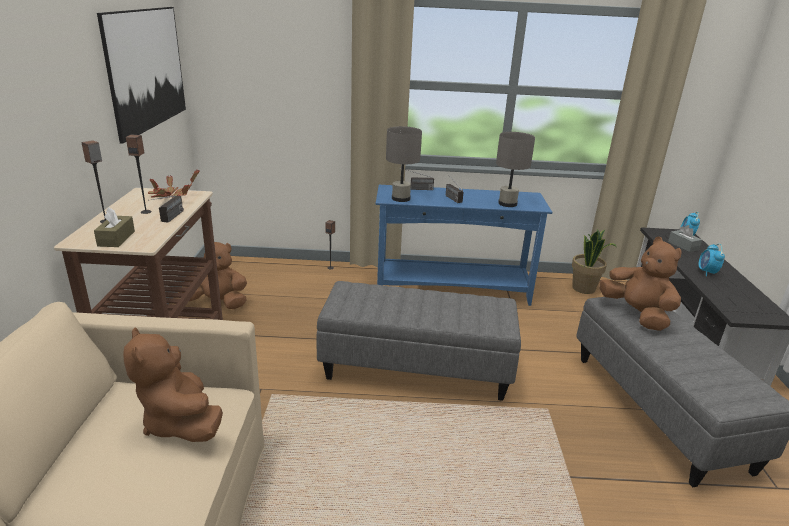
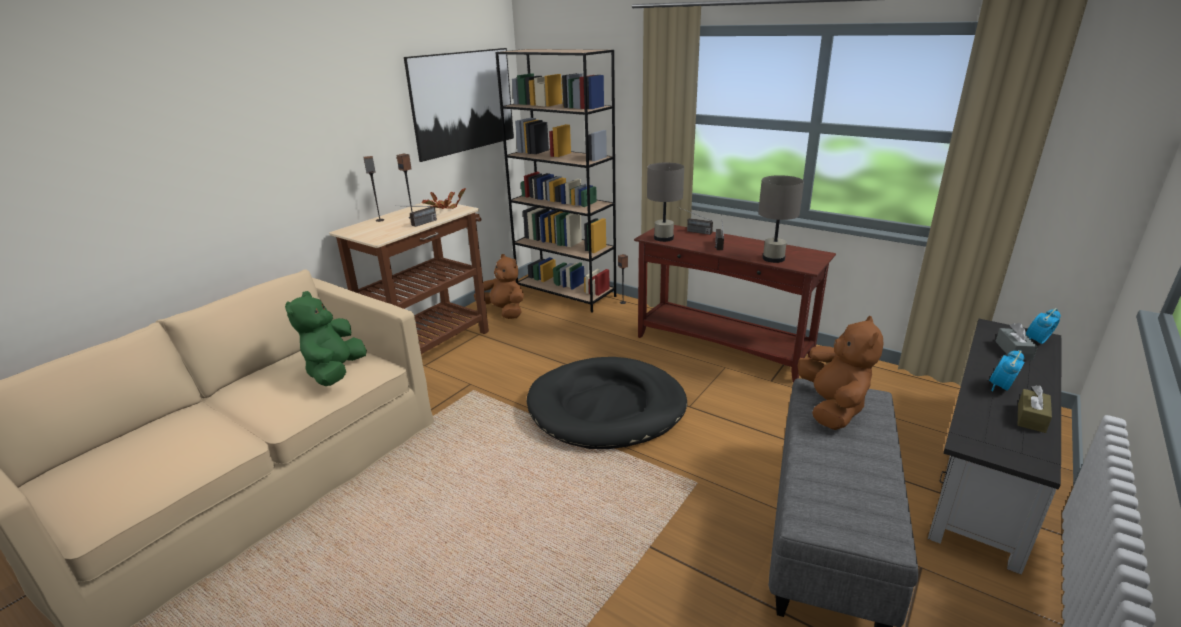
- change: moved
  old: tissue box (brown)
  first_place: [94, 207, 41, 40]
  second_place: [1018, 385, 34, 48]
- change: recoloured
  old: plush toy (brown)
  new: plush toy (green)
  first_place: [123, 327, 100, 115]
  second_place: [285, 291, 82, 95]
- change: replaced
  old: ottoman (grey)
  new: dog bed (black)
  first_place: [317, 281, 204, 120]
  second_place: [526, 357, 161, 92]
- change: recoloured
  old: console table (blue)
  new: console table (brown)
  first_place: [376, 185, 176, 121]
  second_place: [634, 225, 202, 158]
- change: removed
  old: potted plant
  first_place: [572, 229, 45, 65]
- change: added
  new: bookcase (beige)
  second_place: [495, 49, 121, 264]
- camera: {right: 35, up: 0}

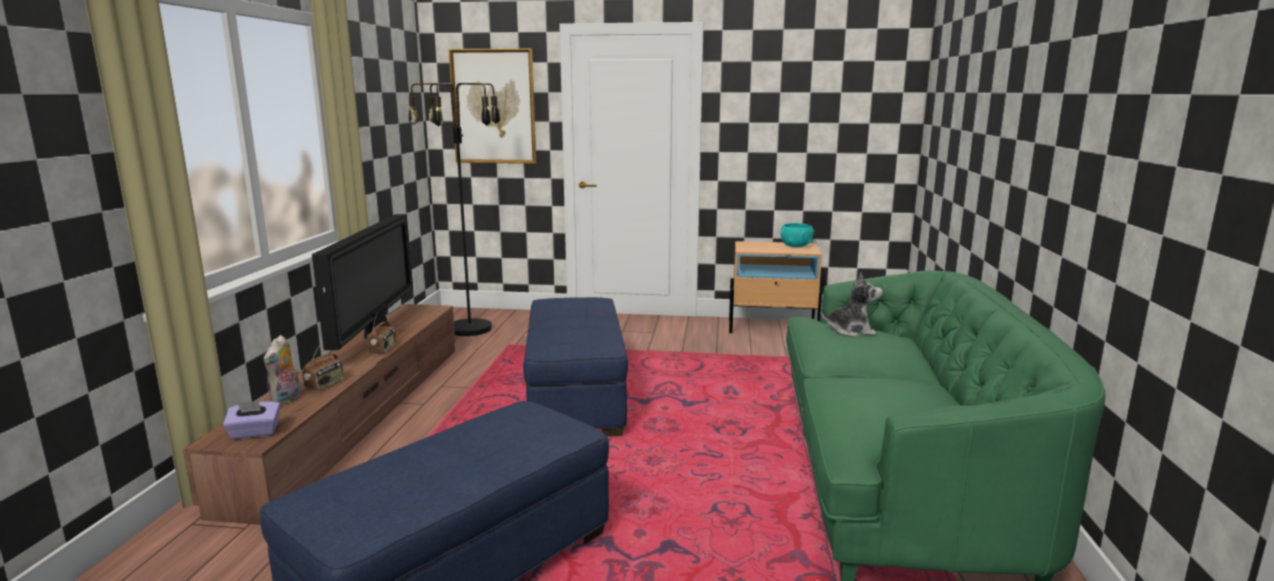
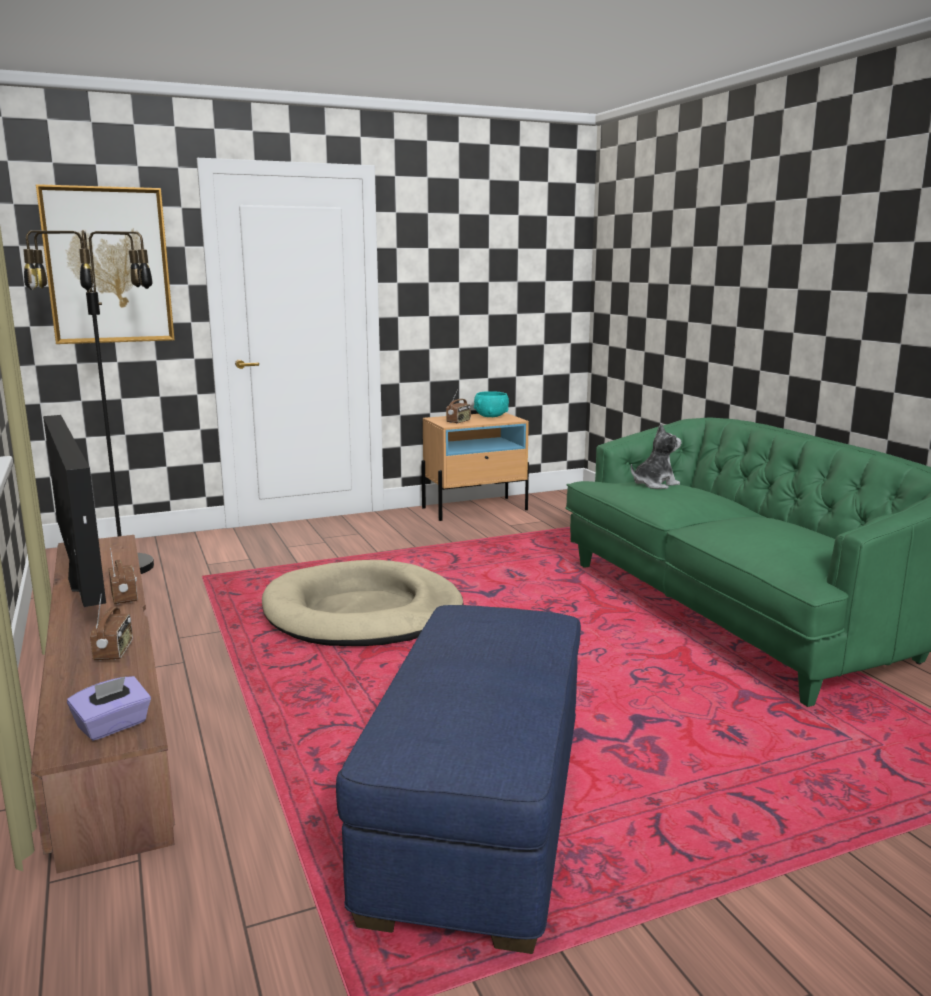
- change: removed
  old: plush toy
  first_place: [263, 335, 38, 71]
- change: replaced
  old: ottoman (blue)
  new: dog bed (beige)
  first_place: [523, 297, 105, 140]
  second_place: [262, 560, 202, 86]
- change: added
  new: radio
  second_place: [446, 391, 25, 33]
- camera: {right: -30, up: 0}

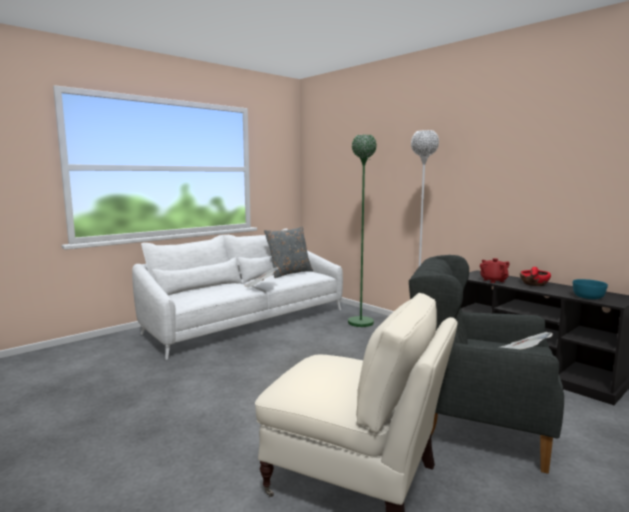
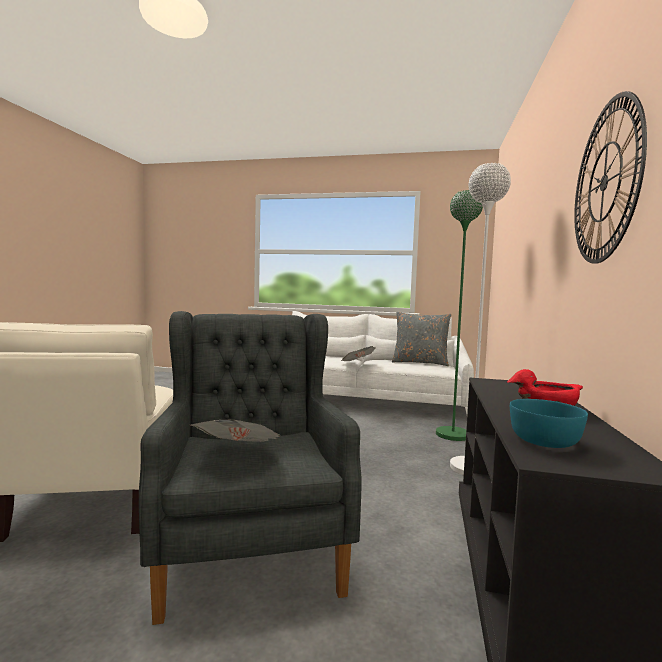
- change: removed
  old: teapot (red)
  first_place: [480, 258, 30, 25]
- change: added
  new: wall clock
  second_place: [574, 91, 73, 173]
- camera: {right: 55, up: -5}

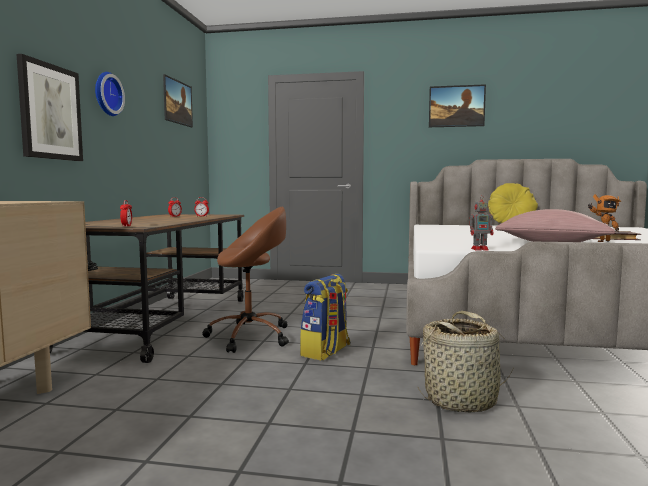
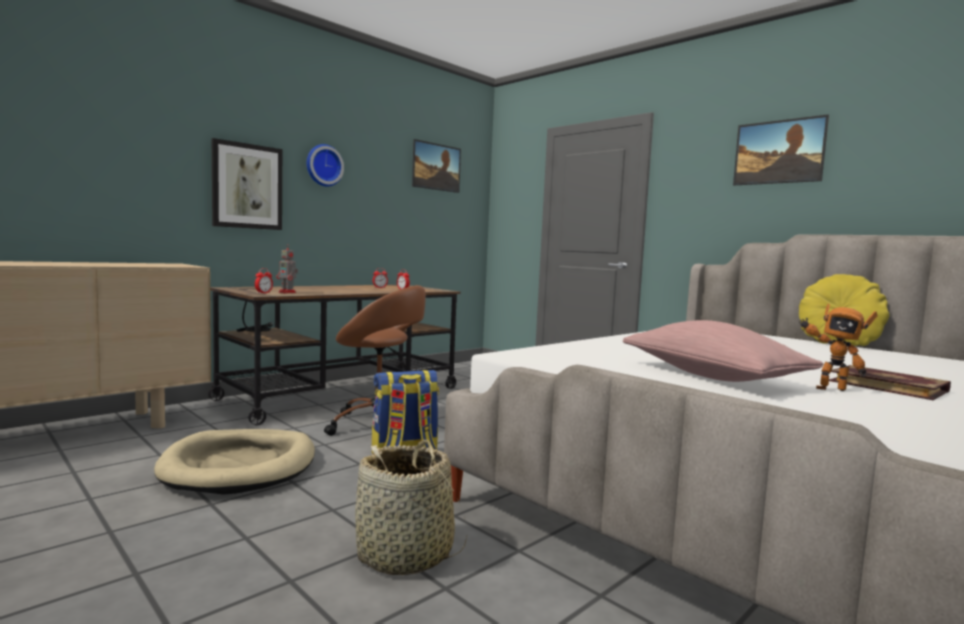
- change: moved
  old: toy robot
  first_place: [470, 195, 23, 56]
  second_place: [276, 244, 22, 50]
- change: added
  new: dog bed (beige)
  second_place: [154, 429, 161, 66]
- camera: {right: 35, up: 0}

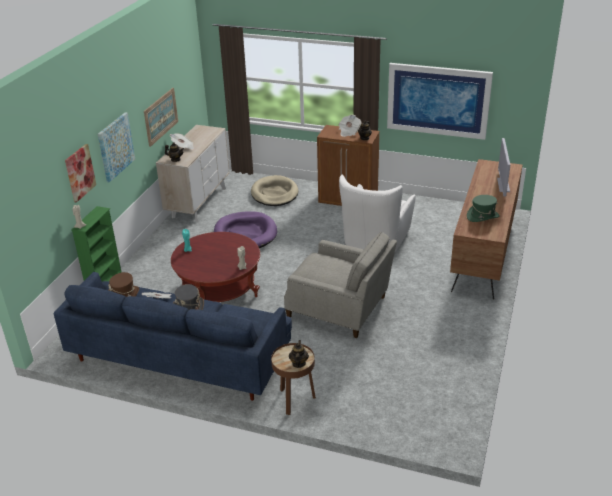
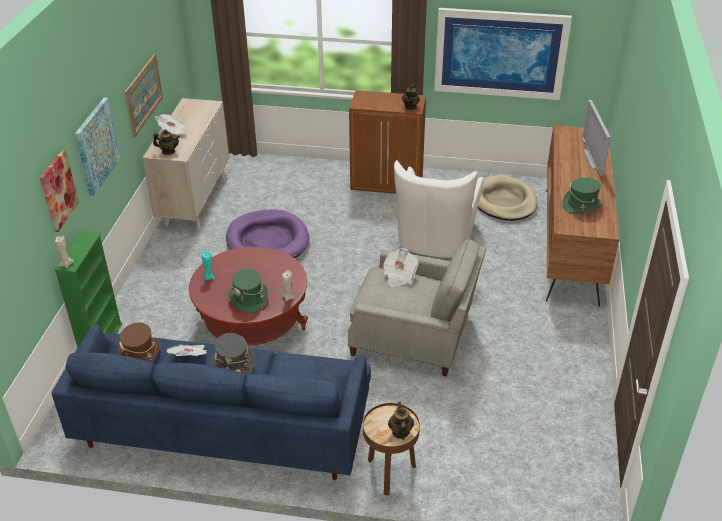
- change: moved
  old: dog bed (beige)
  first_place: [251, 175, 47, 31]
  second_place: [478, 175, 59, 46]
- change: moved
  old: newspaper
  first_place: [339, 115, 23, 22]
  second_place: [383, 248, 36, 39]
- change: added
  new: hat (green)
  second_place: [228, 269, 40, 44]
- camera: {right: -10, up: 5}

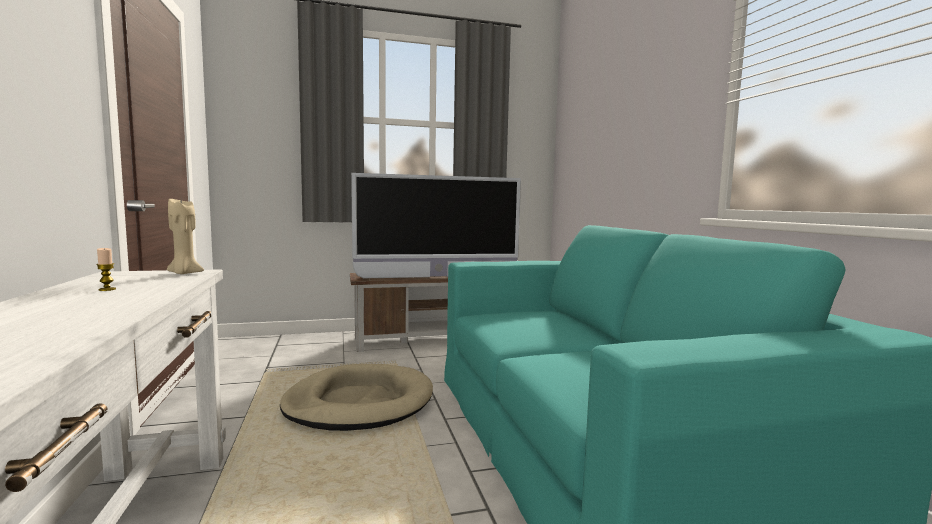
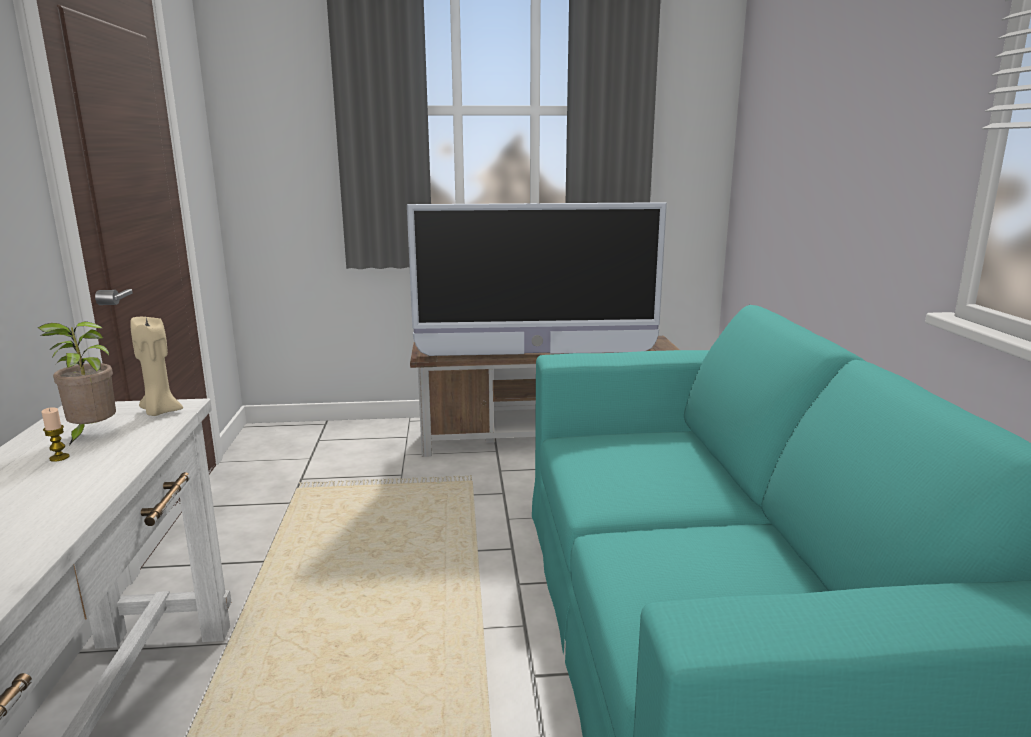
- change: removed
  old: dog bed (beige)
  first_place: [280, 364, 153, 67]
- change: added
  new: potted plant
  second_place: [38, 321, 78, 124]
- camera: {right: 10, up: 10}

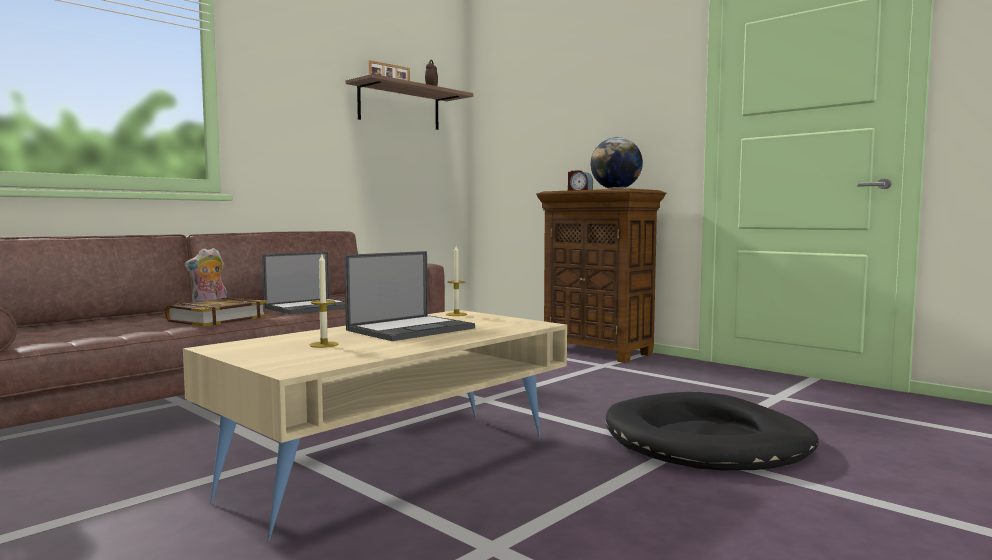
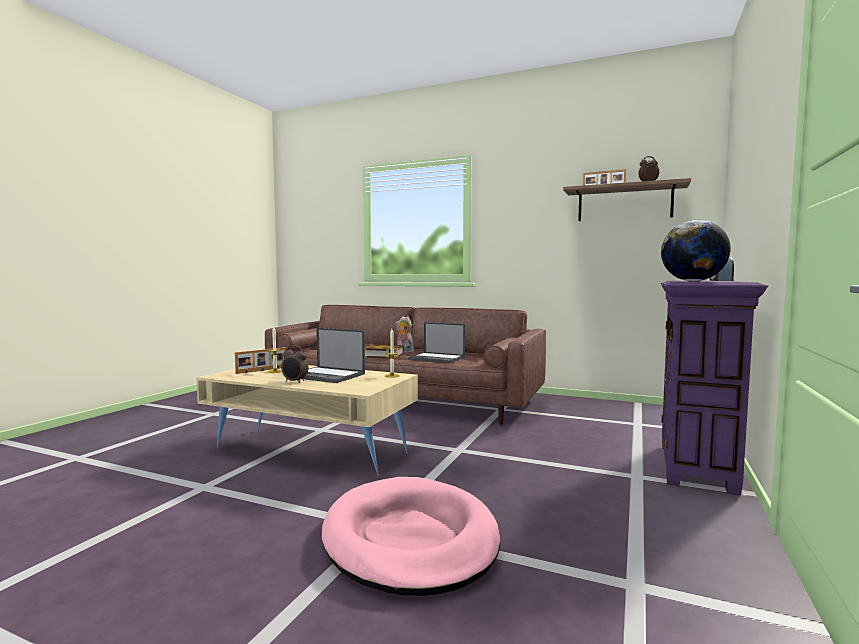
- change: recoloured
  old: cabinet (brown)
  new: cabinet (purple)
  first_place: [536, 188, 131, 175]
  second_place: [661, 281, 107, 215]
- change: recoloured
  old: dog bed (black)
  new: dog bed (pink)
  first_place: [606, 392, 213, 78]
  second_place: [322, 477, 179, 119]
- change: added
  new: picture frame
  second_place: [235, 347, 52, 27]
- change: added
  new: alarm clock
  second_place: [281, 345, 28, 38]
- camera: {right: 70, up: 0}

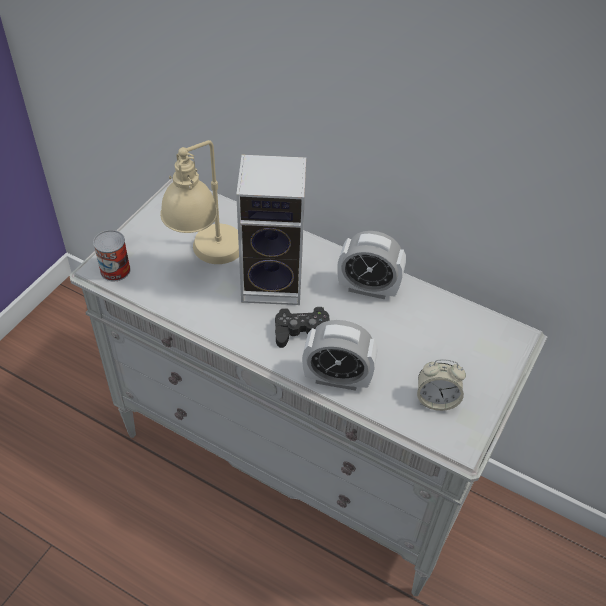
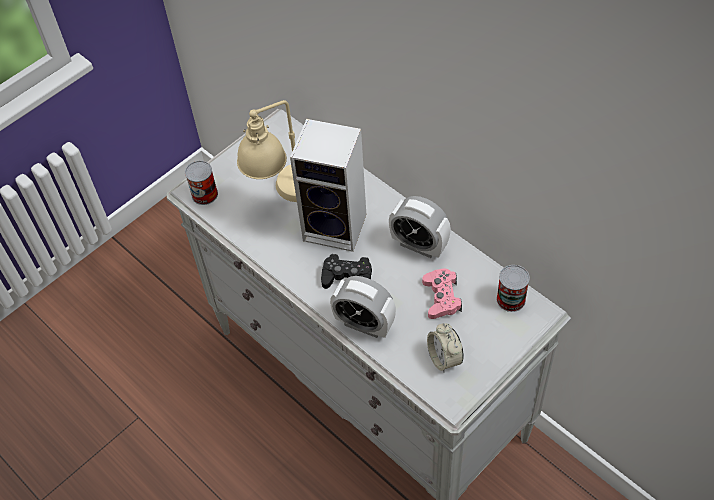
- change: turned
  old: alarm clock
  first_place: [417, 359, 49, 52]
  second_place: [427, 323, 37, 50]
  degrees: 45
- change: added
  new: game controller (pink)
  second_place: [422, 269, 40, 50]
- change: added
  new: can
  second_place: [497, 265, 33, 47]
- camera: {right: 20, up: 5}

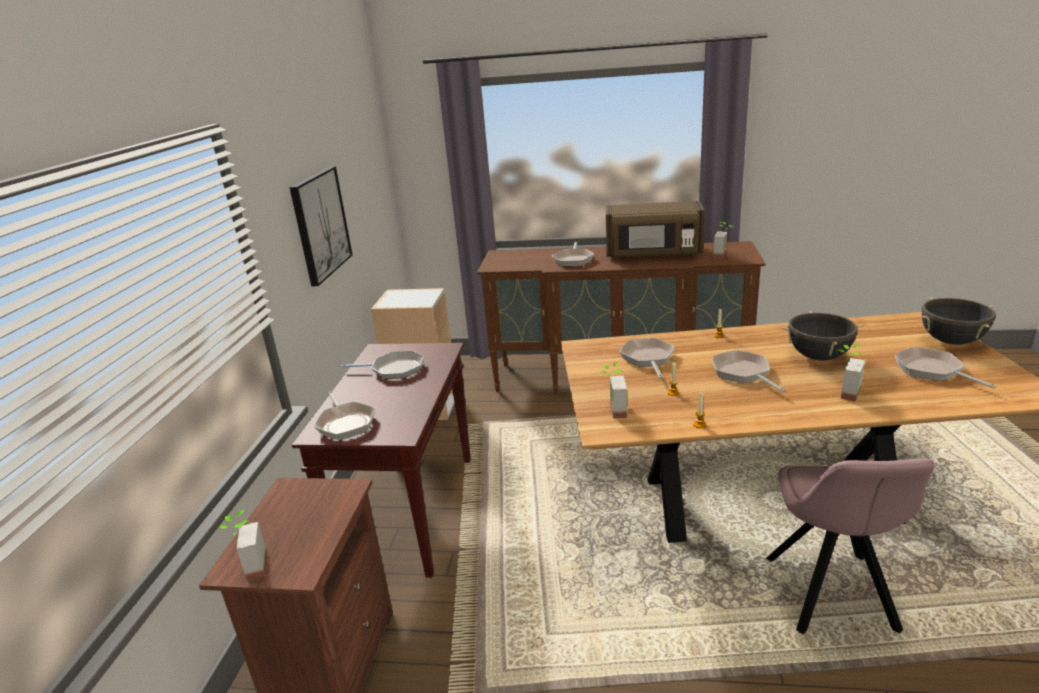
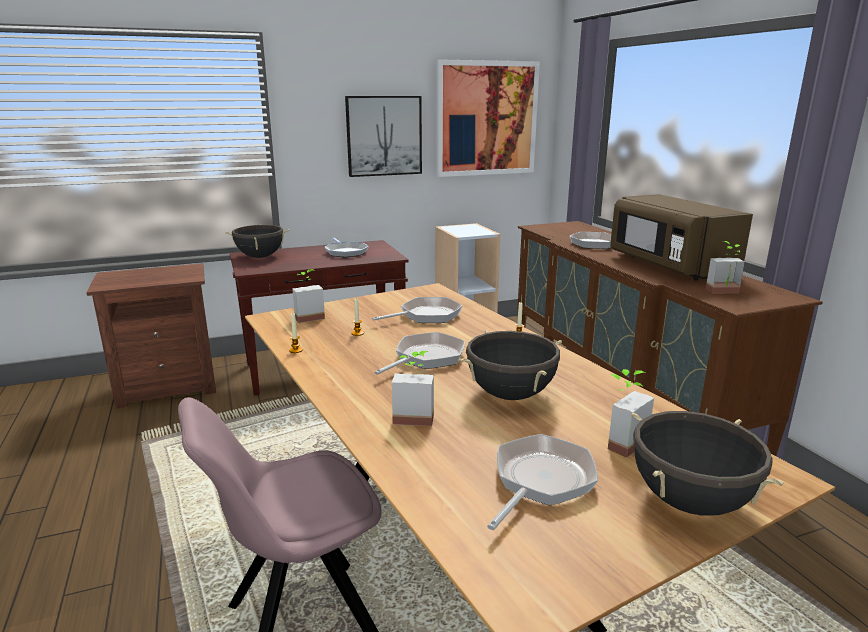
- change: moved
  old: potted plant
  first_place: [219, 510, 49, 71]
  second_place: [608, 369, 46, 89]
- change: replaced
  old: frying pan
  new: cooking pot (black)
  first_place: [314, 391, 62, 49]
  second_place: [225, 225, 64, 33]
- change: added
  new: picture
  second_place: [436, 59, 104, 118]
- camera: {right: 60, up: -5}

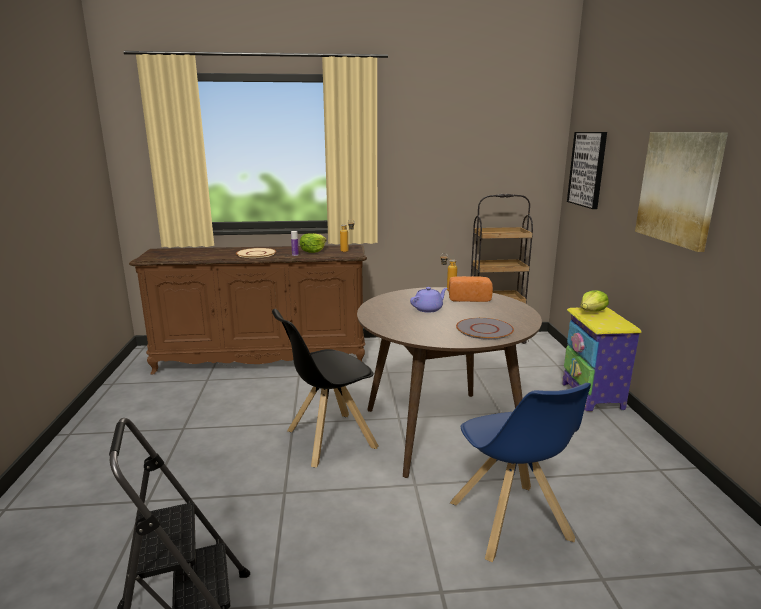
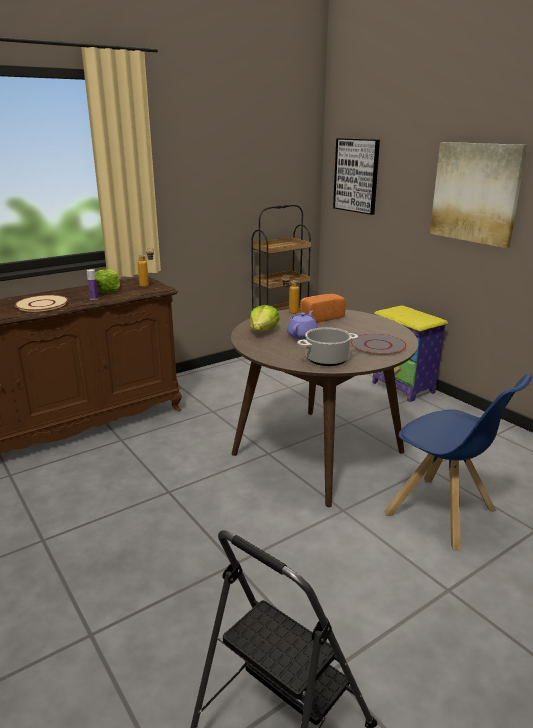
- change: removed
  old: chair (black)
  first_place: [272, 309, 107, 158]
- change: moved
  old: lettuce
  first_place: [580, 290, 29, 22]
  second_place: [249, 305, 31, 27]
- change: added
  new: cooking pot
  second_place: [297, 327, 61, 39]
- camera: {right: -30, up: 5}

